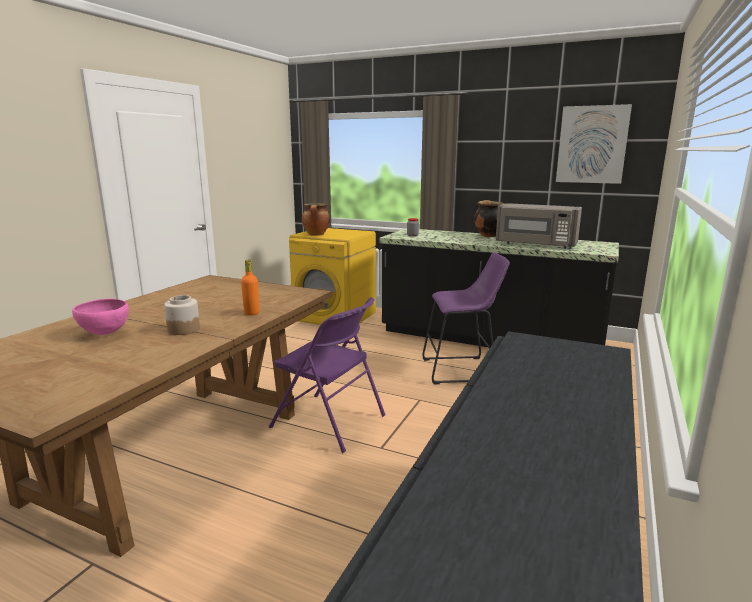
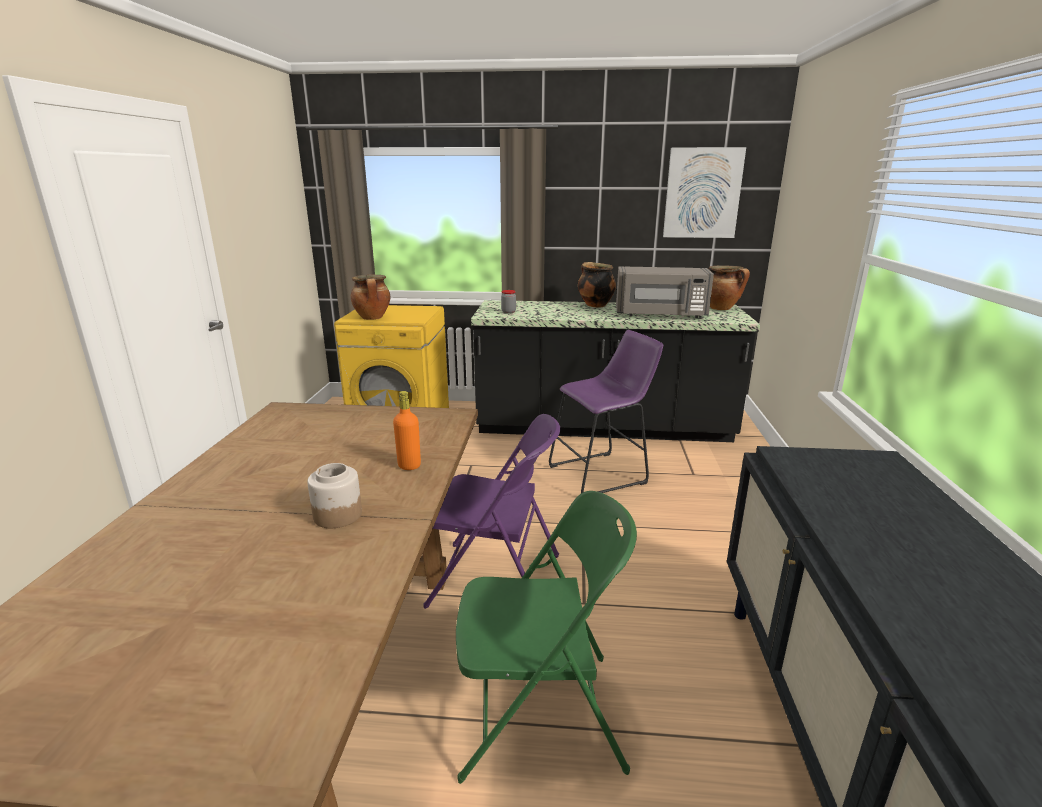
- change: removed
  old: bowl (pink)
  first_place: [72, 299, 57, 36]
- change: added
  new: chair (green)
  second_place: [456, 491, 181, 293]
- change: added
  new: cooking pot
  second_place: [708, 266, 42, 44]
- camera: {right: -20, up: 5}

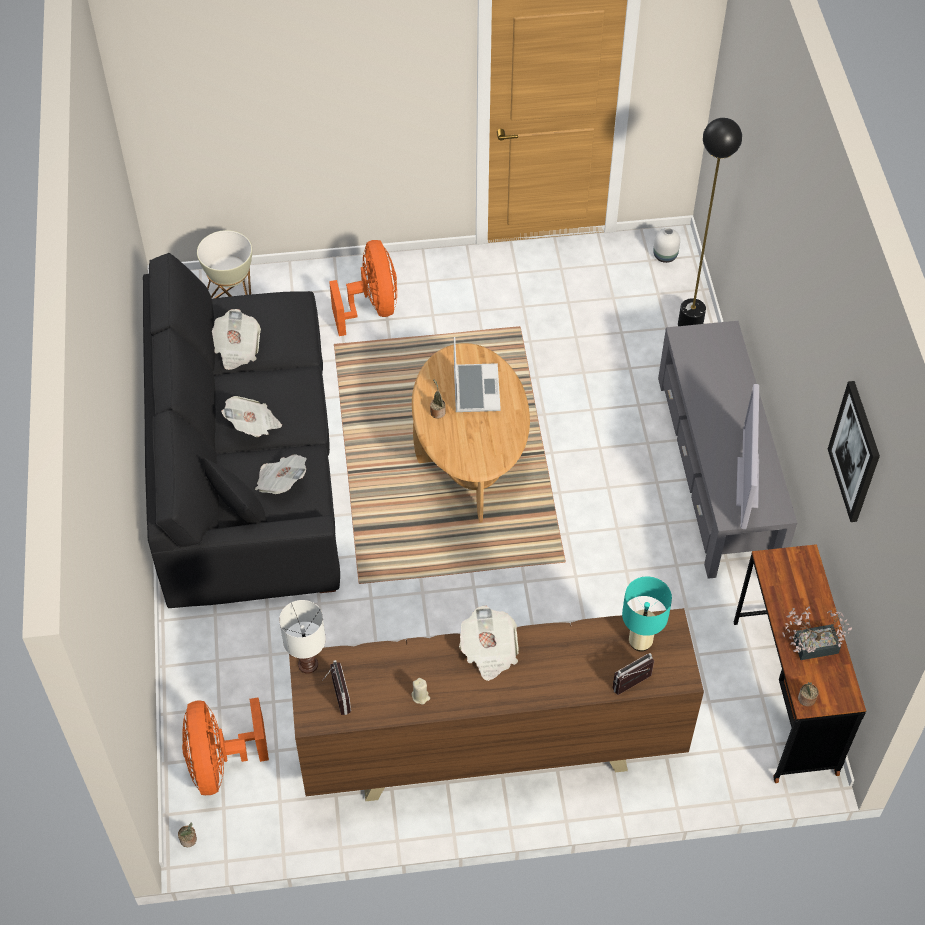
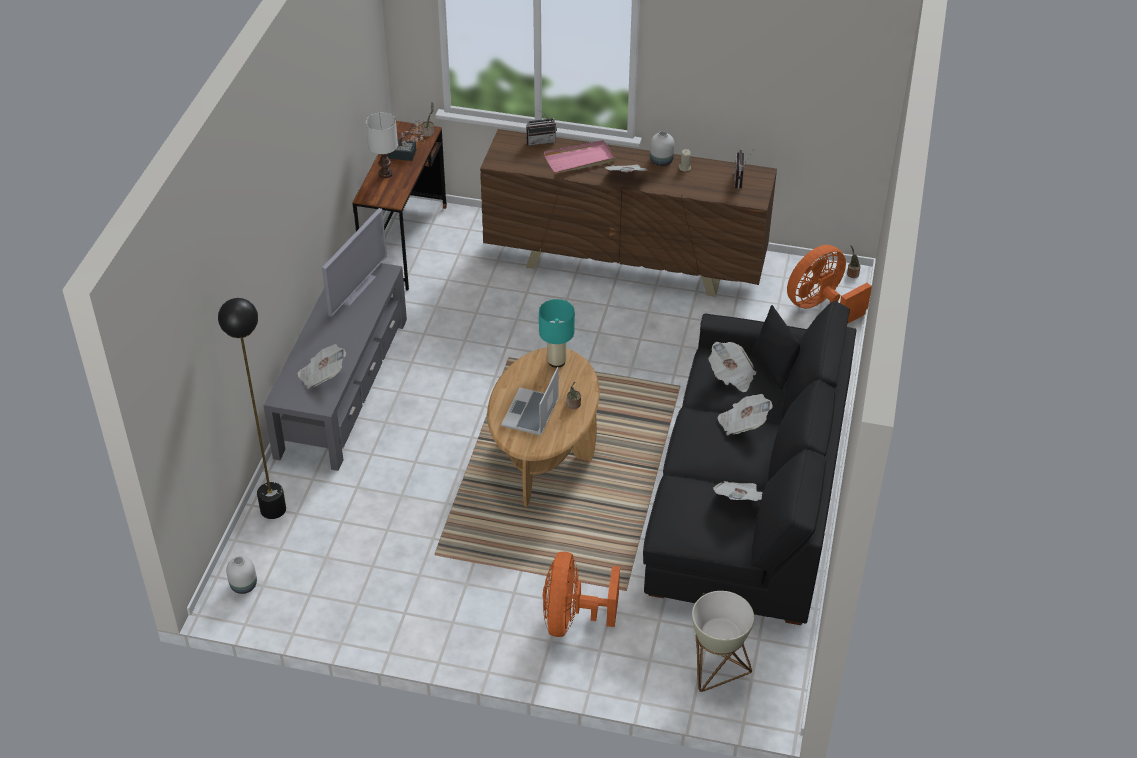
- change: turned
  old: fan (orange)
  first_place: [182, 697, 87, 98]
  second_place: [787, 245, 85, 79]
  degrees: -135
- change: moved
  old: table lamp (white)
  first_place: [279, 600, 47, 74]
  second_place: [366, 113, 32, 65]
- change: moved
  old: table lamp (turquoise)
  first_place: [622, 576, 50, 76]
  second_place: [539, 299, 36, 69]
- change: removed
  old: picture
  first_place: [828, 381, 52, 141]
- change: added
  new: newspaper
  second_place: [297, 344, 49, 45]
- change: added
  new: tray (pink)
  second_place: [544, 140, 71, 33]
- change: added
  new: vase (white)
  second_place: [650, 131, 25, 35]
- camera: {right: -160, up: -10}

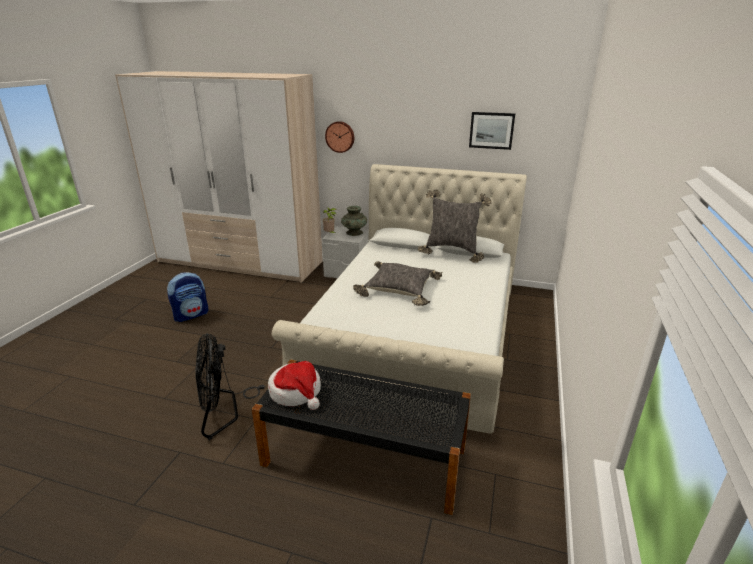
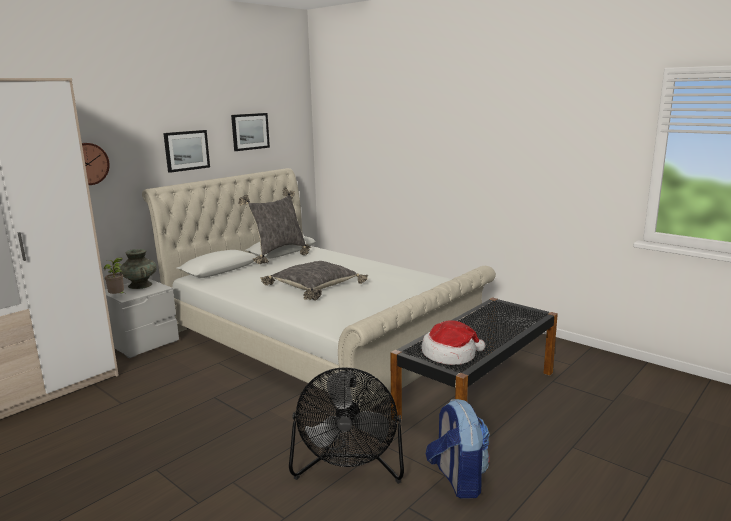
- change: moved
  old: backpack
  first_place: [167, 272, 42, 50]
  second_place: [426, 399, 64, 100]
- change: added
  new: picture
  second_place: [163, 130, 47, 43]
- camera: {right: -65, up: -10}

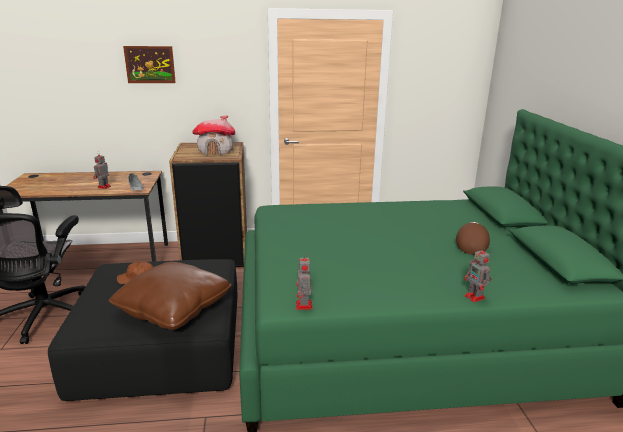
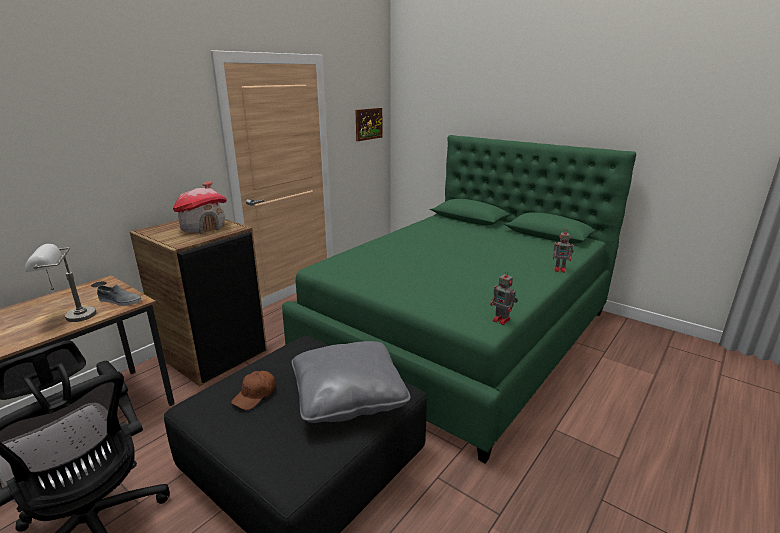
- change: replaced
  old: toy robot
  new: table lamp (grey)
  first_place: [93, 153, 18, 36]
  second_place: [25, 244, 72, 78]
- change: recoloured
  old: pillow (brown)
  new: pillow (grey)
  first_place: [109, 262, 122, 68]
  second_place: [292, 341, 119, 82]
- change: moved
  old: picture
  first_place: [123, 46, 53, 37]
  second_place: [355, 108, 28, 33]
- change: removed
  old: cap (brown)
  first_place: [456, 222, 34, 33]
- camera: {right: -45, up: 0}

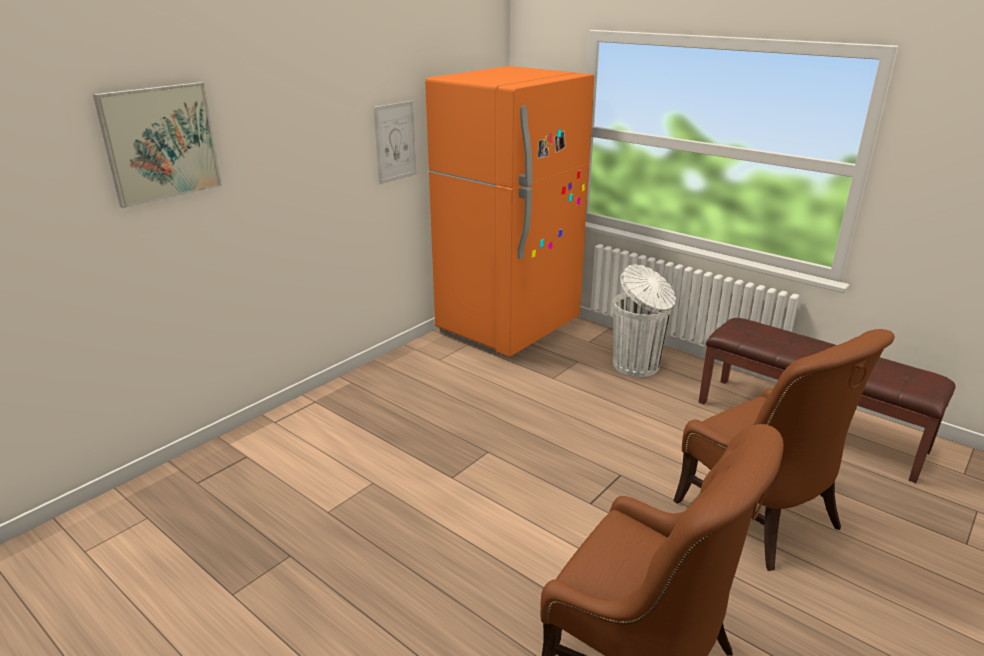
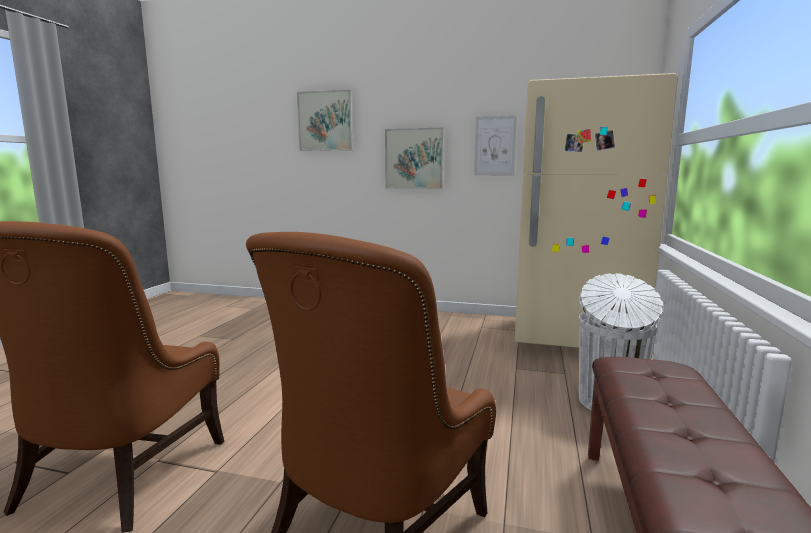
- change: recoloured
  old: fridge (orange)
  new: fridge (beige)
  first_place: [425, 66, 169, 291]
  second_place: [515, 73, 163, 275]
- change: added
  new: picture
  second_place: [385, 128, 59, 61]
- camera: {right: 65, up: -15}

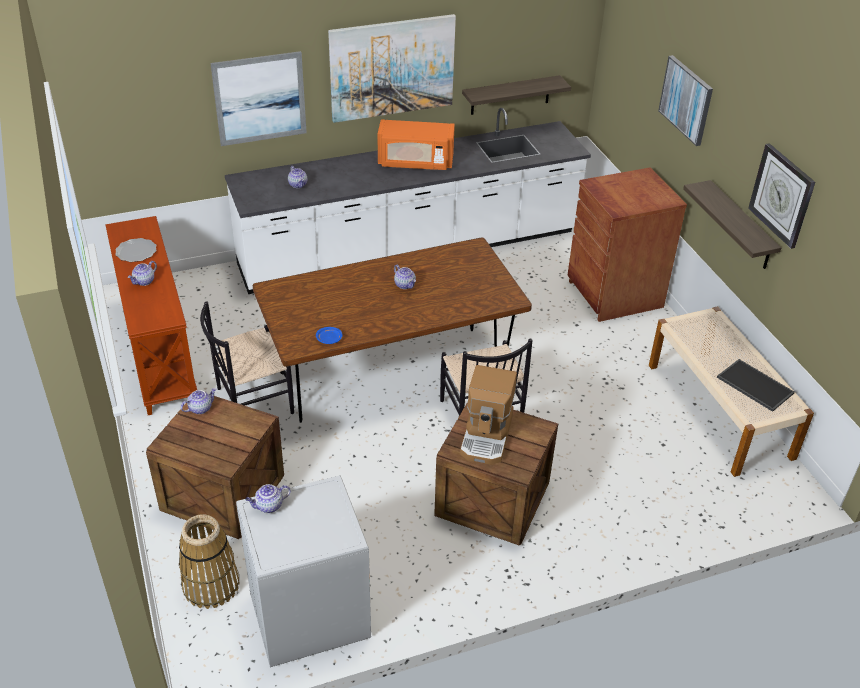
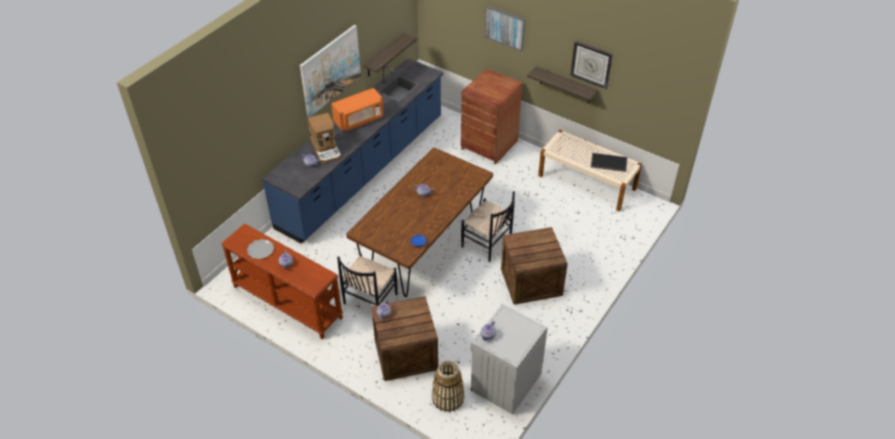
- change: removed
  old: picture
  first_place: [210, 51, 97, 95]
- change: recoloured
  old: counter (white)
  new: counter (blue)
  first_place: [225, 108, 366, 186]
  second_place: [262, 58, 181, 185]
- change: moved
  old: coffee machine
  first_place: [460, 365, 57, 100]
  second_place: [308, 113, 33, 51]
- camera: {right: -35, up: 5}

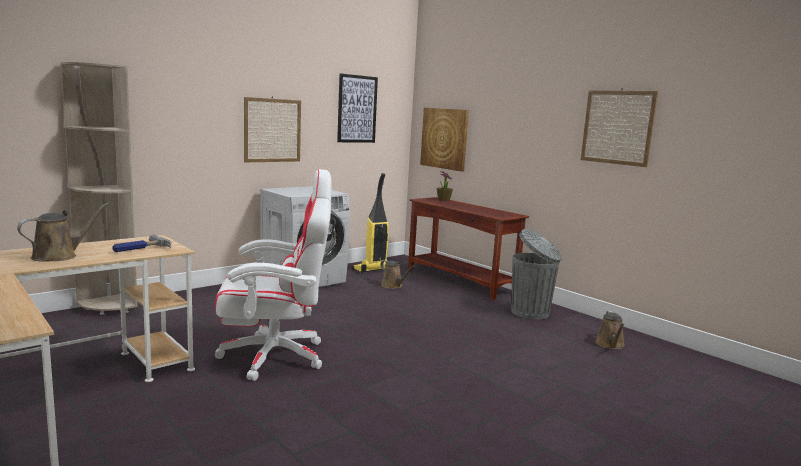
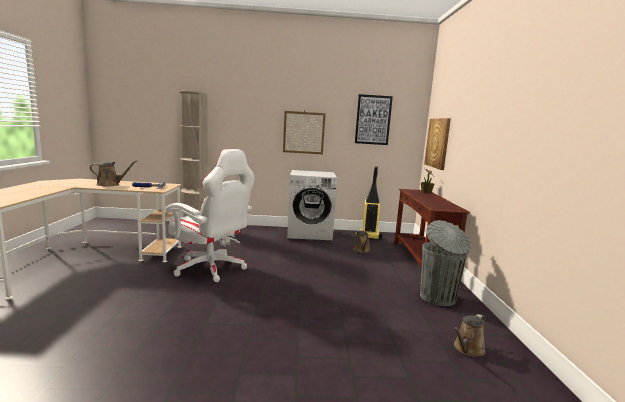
- change: removed
  old: picture
  first_place: [581, 88, 77, 79]
- camera: {right: 40, up: 0}

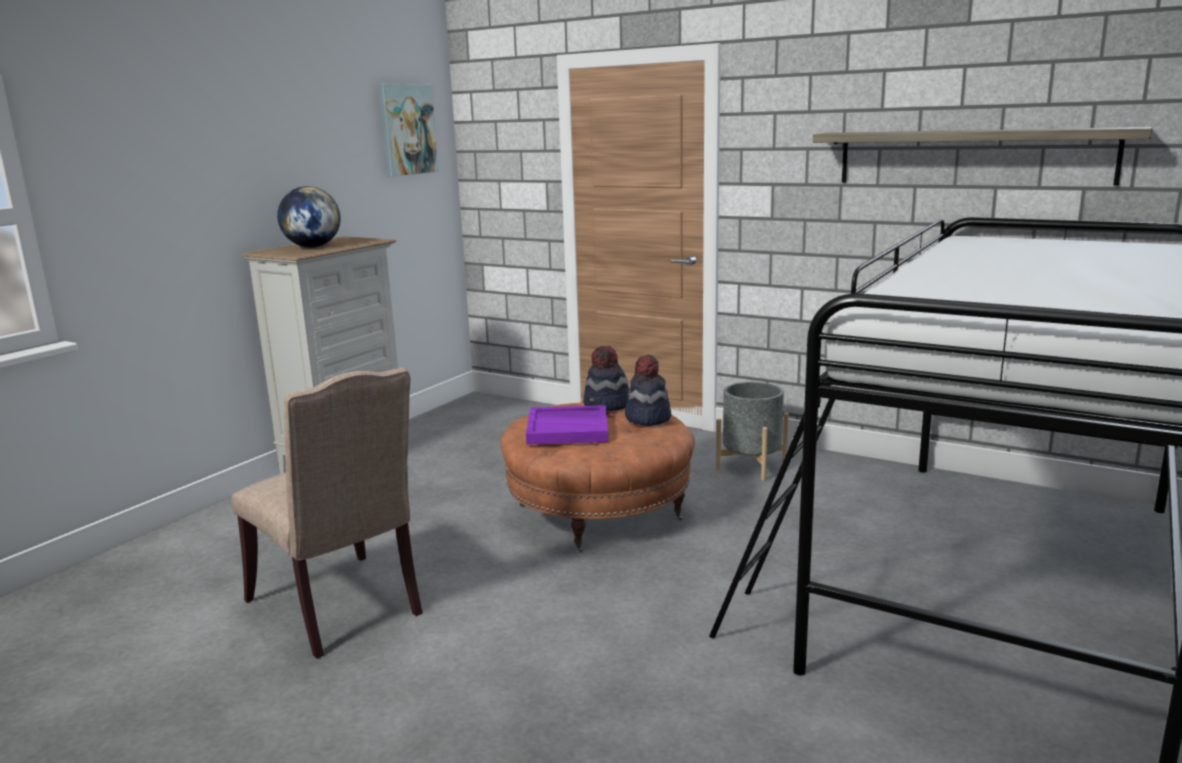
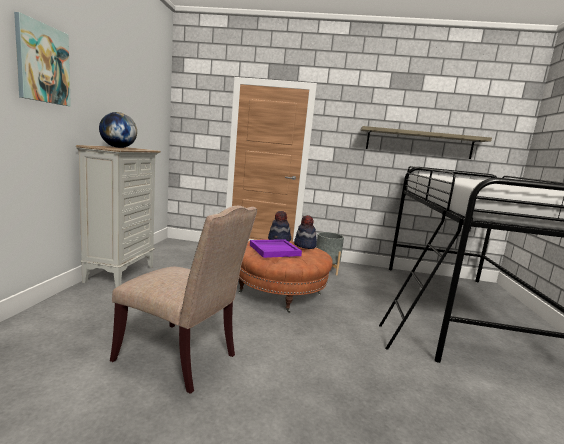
- change: moved
  old: picture
  first_place: [378, 84, 61, 92]
  second_place: [14, 12, 57, 94]
- camera: {right: -25, up: -5}

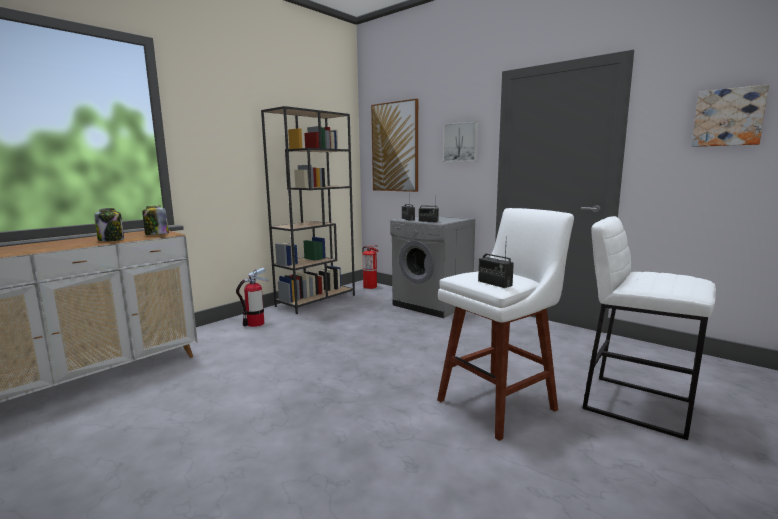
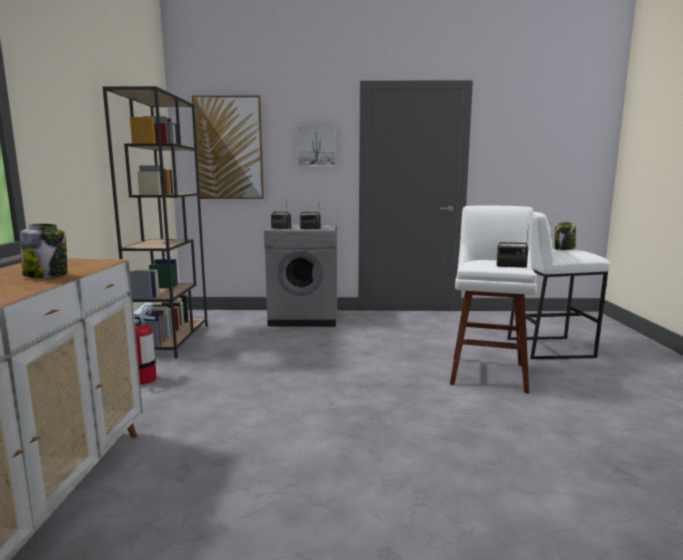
- change: moved
  old: jar
  first_place: [142, 206, 27, 29]
  second_place: [555, 222, 21, 28]
- change: removed
  old: fire extinguisher
  first_place: [362, 245, 17, 44]
- change: removed
  old: picture
  first_place: [692, 85, 77, 62]
- camera: {right: -40, up: 0}

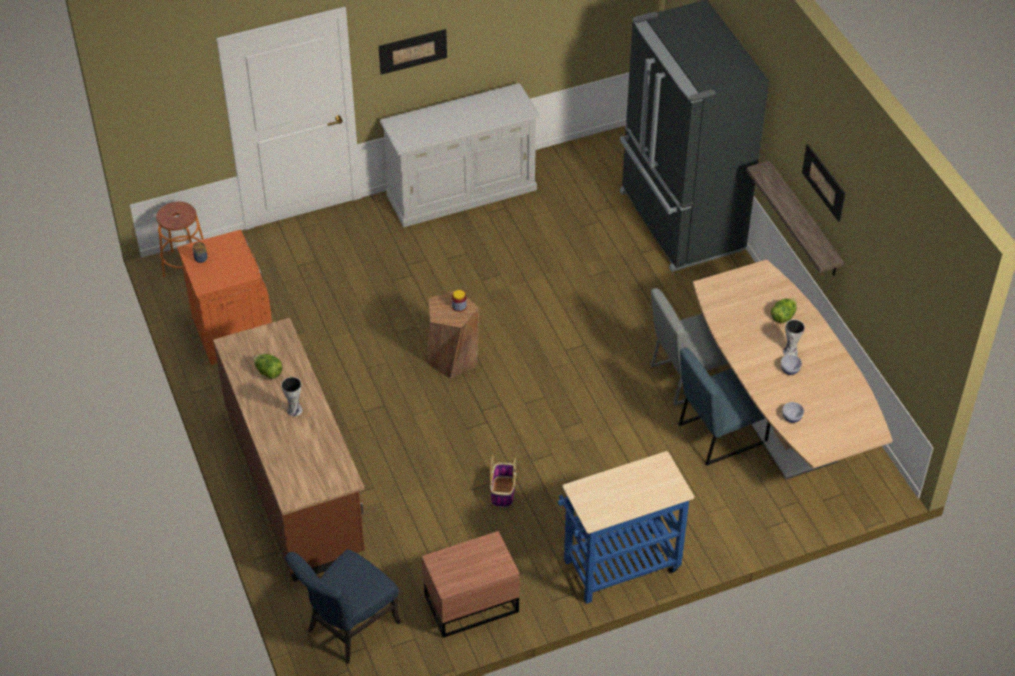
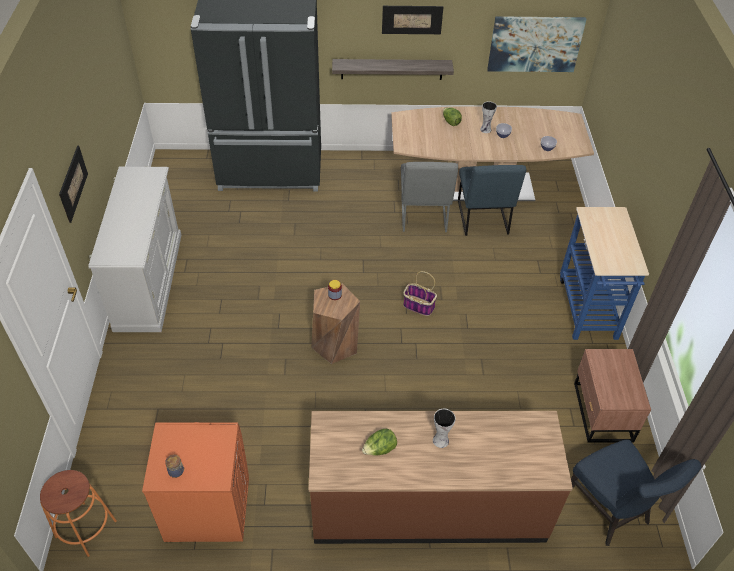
- change: moved
  old: basket
  first_place: [490, 455, 26, 53]
  second_place: [403, 271, 34, 45]
- change: added
  new: picture
  second_place: [487, 16, 100, 56]
- camera: {right: -70, up: 0}

